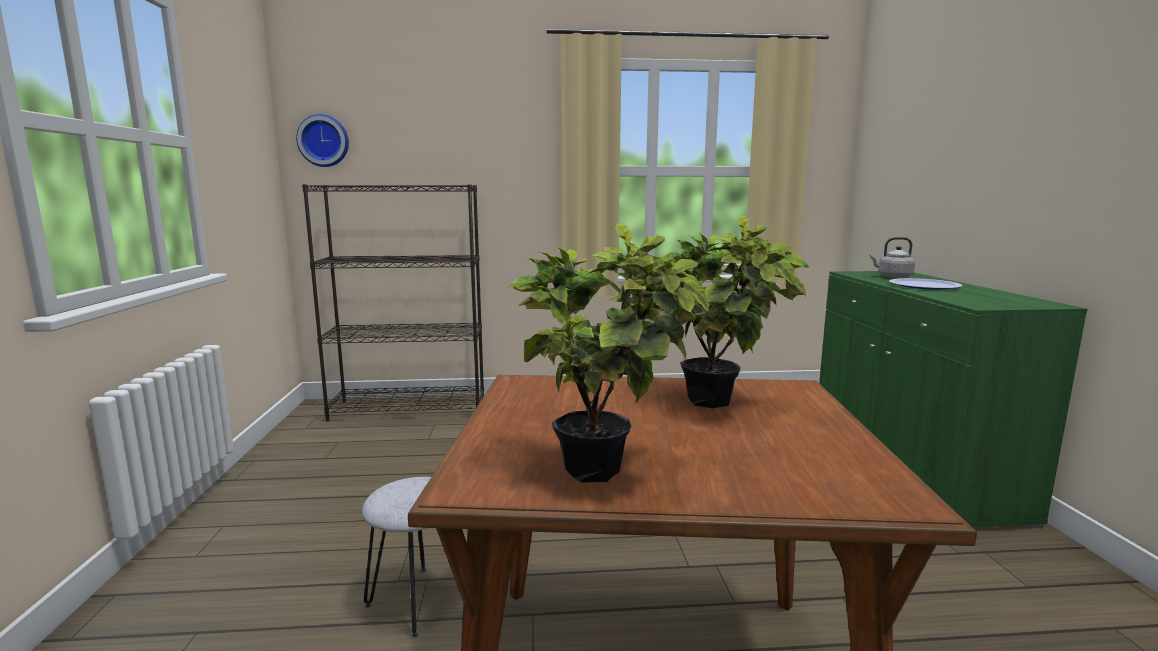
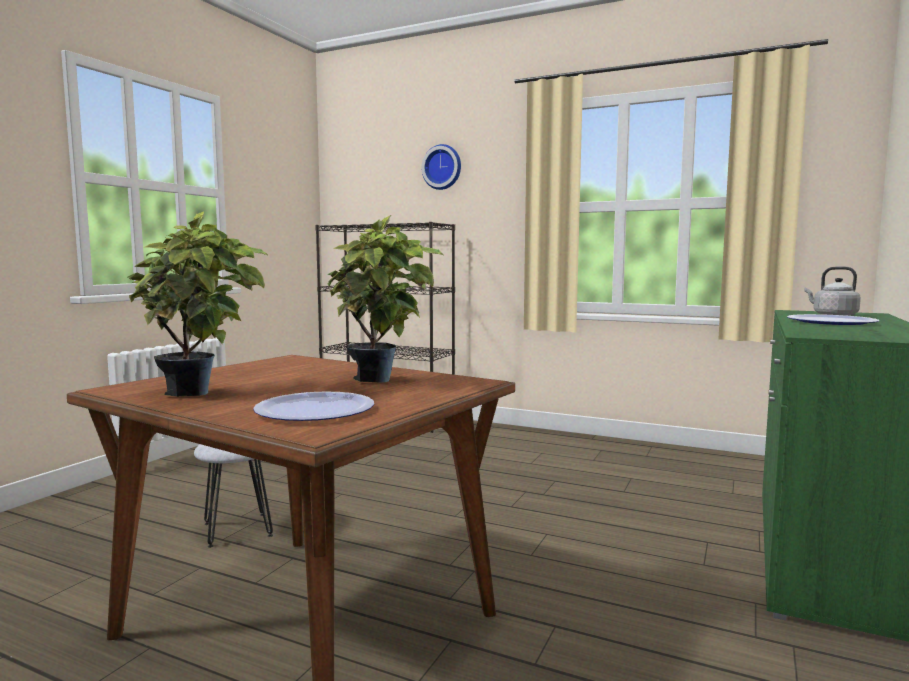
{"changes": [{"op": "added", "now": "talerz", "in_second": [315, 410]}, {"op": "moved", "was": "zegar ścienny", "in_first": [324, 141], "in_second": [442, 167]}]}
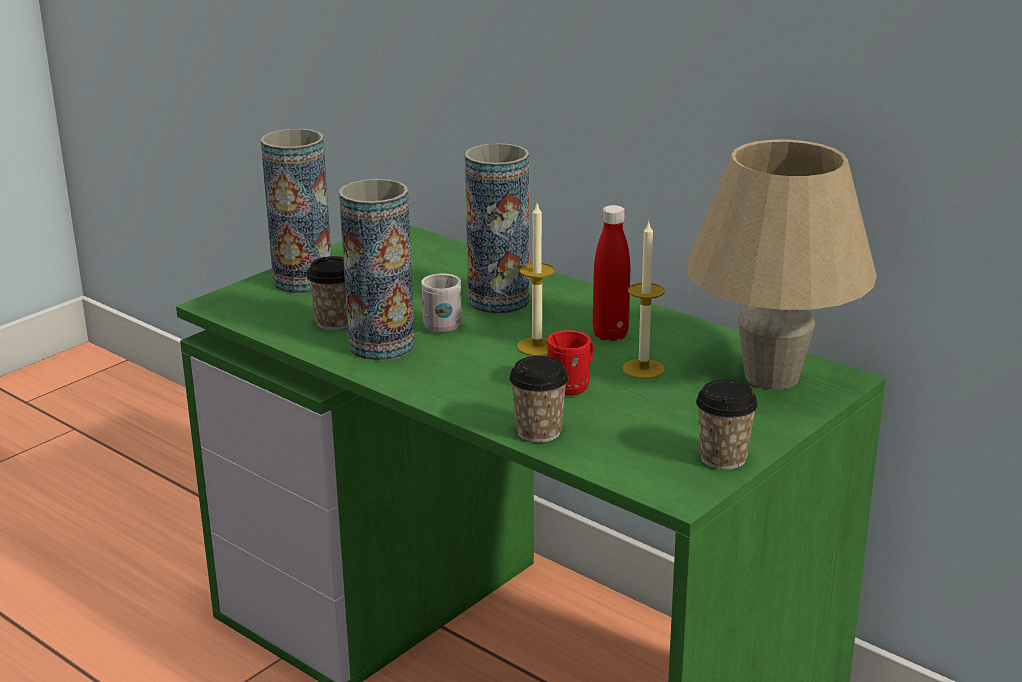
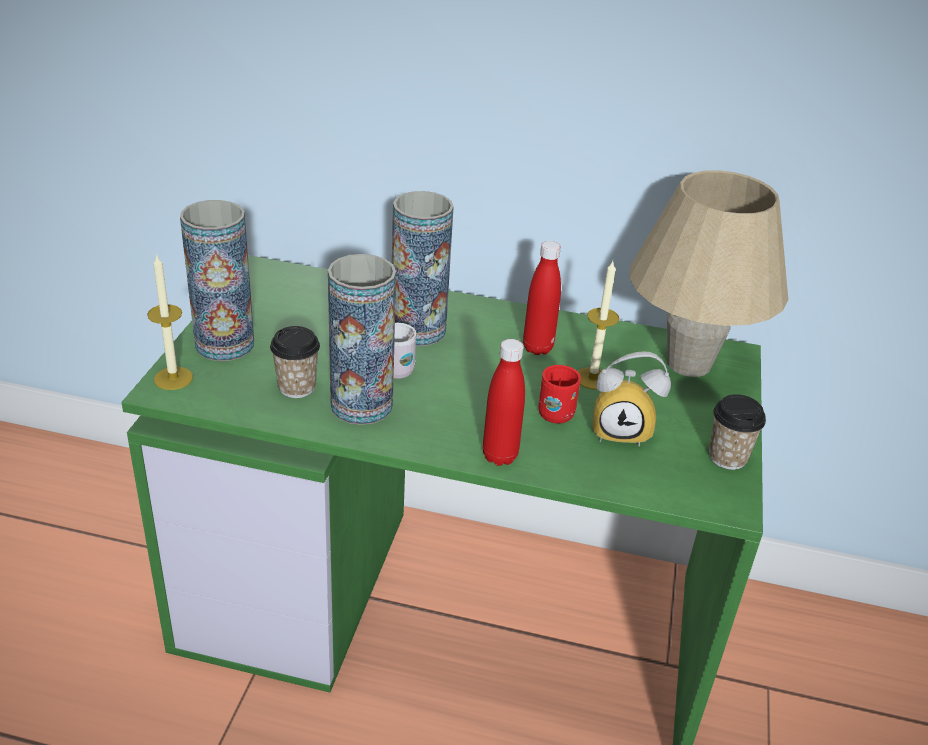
{"changes": [{"op": "removed", "was": "filiżanka", "in_first": [538, 432]}, {"op": "added", "now": "butelka (czerwony)", "in_second": [500, 456]}, {"op": "added", "now": "budzik", "in_second": [622, 430]}, {"op": "moved", "was": "świeca", "in_first": [537, 346], "in_second": [173, 378]}]}
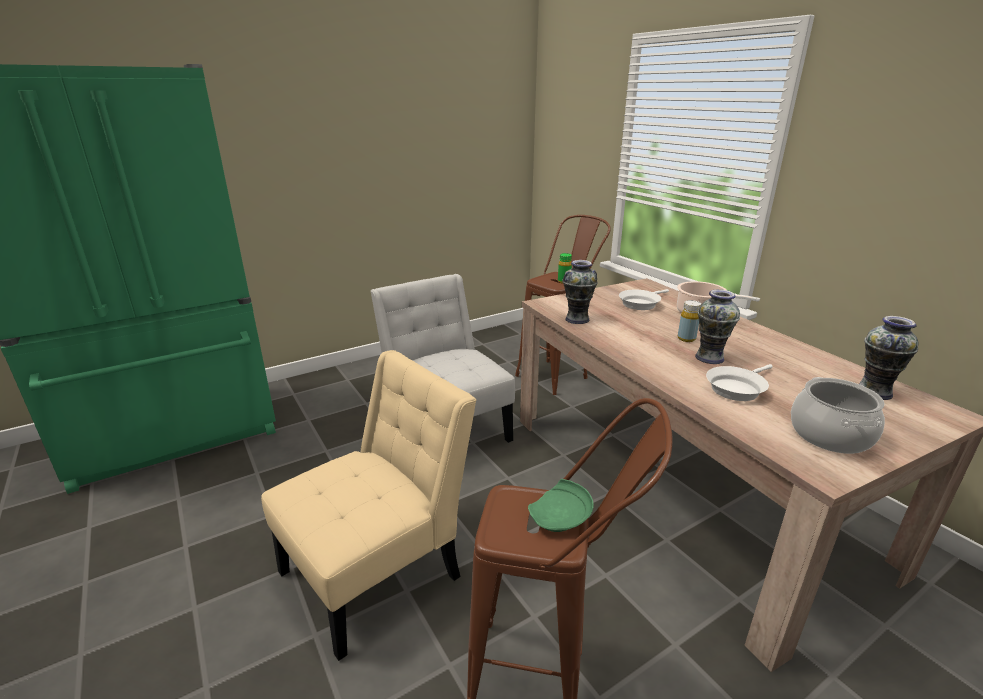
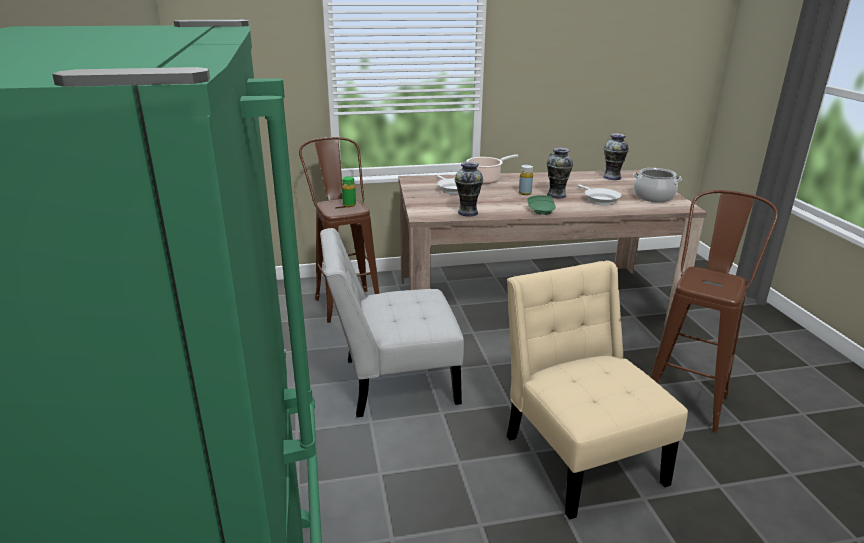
{"changes": [{"op": "moved", "was": "talerz (zielony)", "in_first": [560, 518], "in_second": [542, 211]}]}
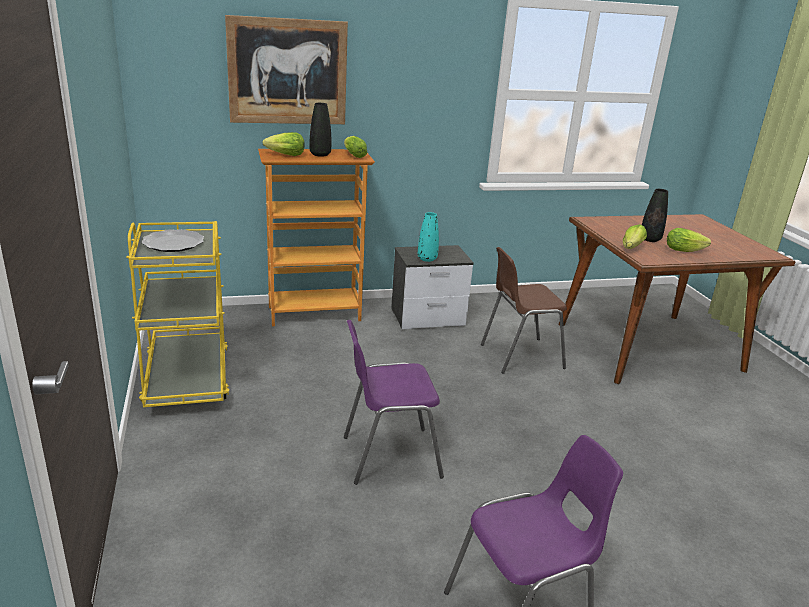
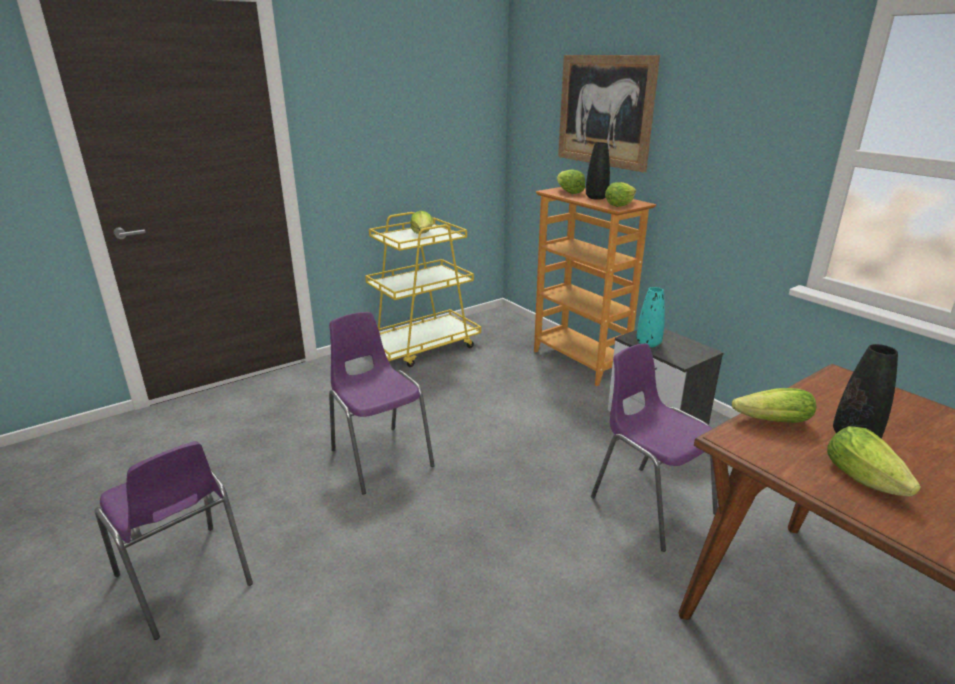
{"changes": [{"op": "replaced", "was": "talerz", "now": "sałata", "in_first": [173, 243], "in_second": [422, 234]}, {"op": "recoloured", "was": "krzesło (brązowy)", "now": "krzesło (fioletowy)", "in_first": [519, 356], "in_second": [649, 504]}]}
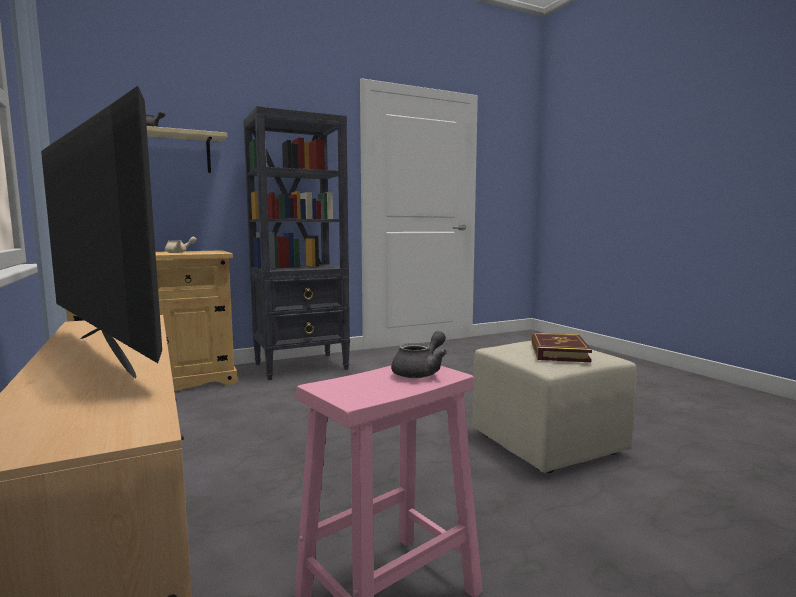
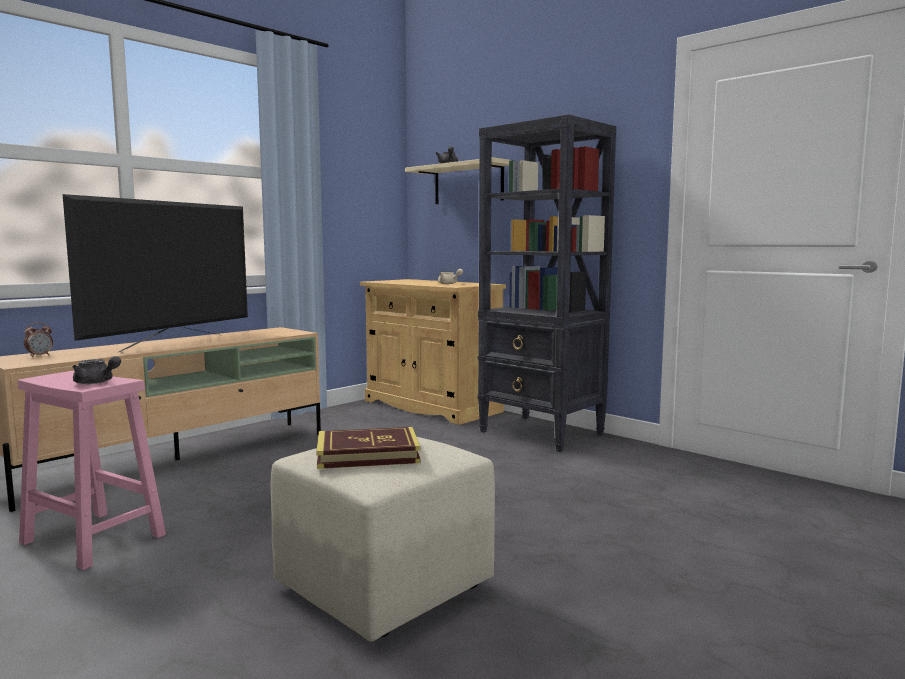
{"changes": [{"op": "added", "now": "budzik", "in_second": [40, 355]}]}
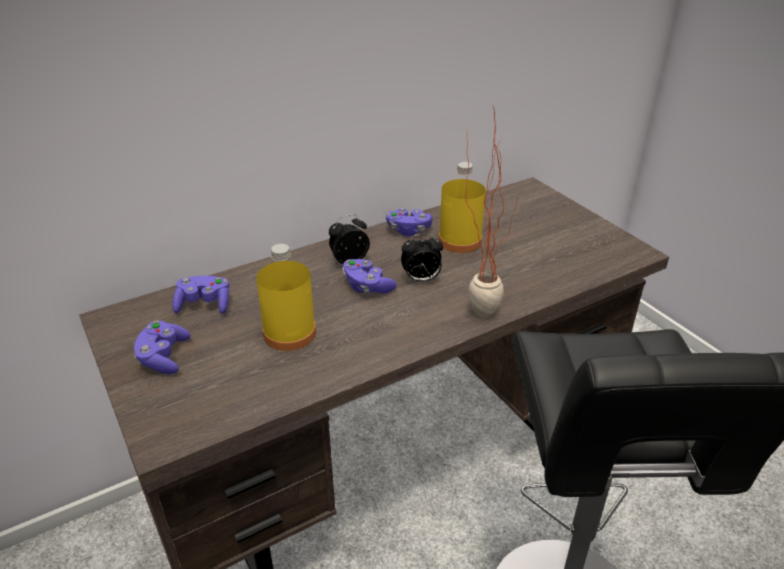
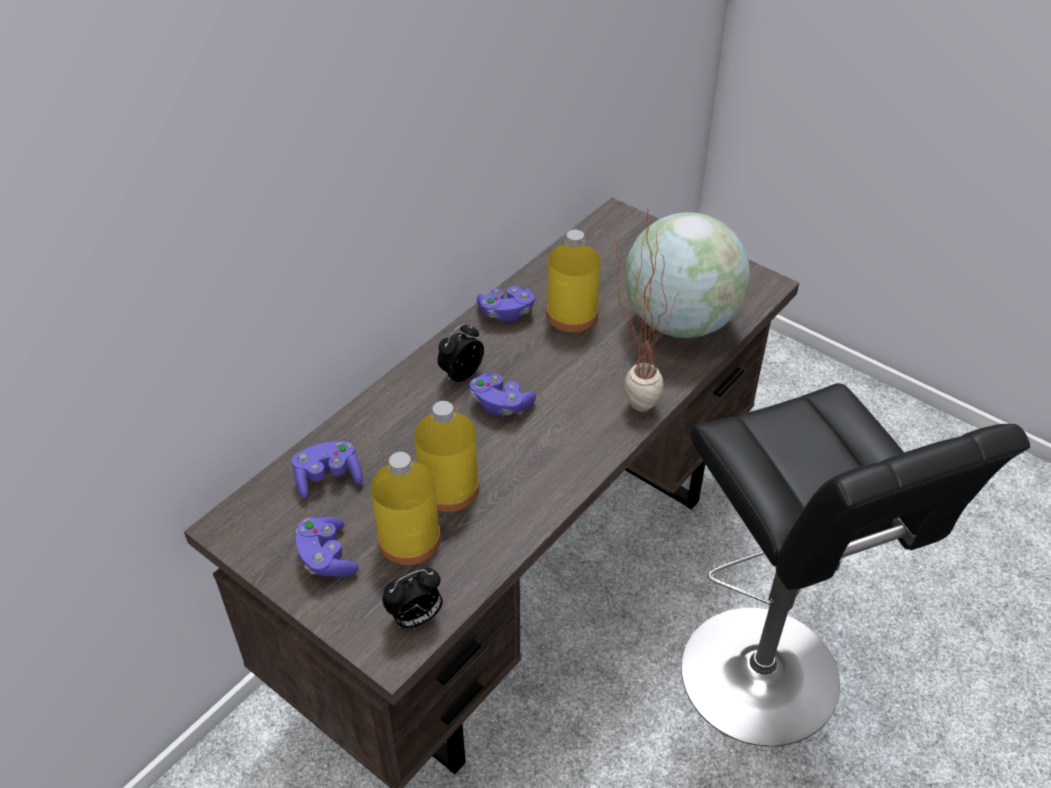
{"changes": [{"op": "added", "now": "butelka (żółty)", "in_second": [409, 539]}, {"op": "added", "now": "globus", "in_second": [681, 322]}, {"op": "moved", "was": "budzik", "in_first": [421, 280], "in_second": [415, 618]}]}
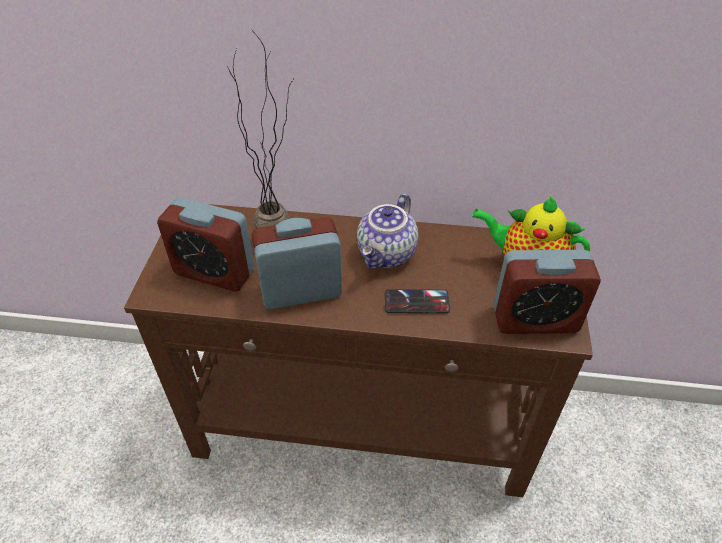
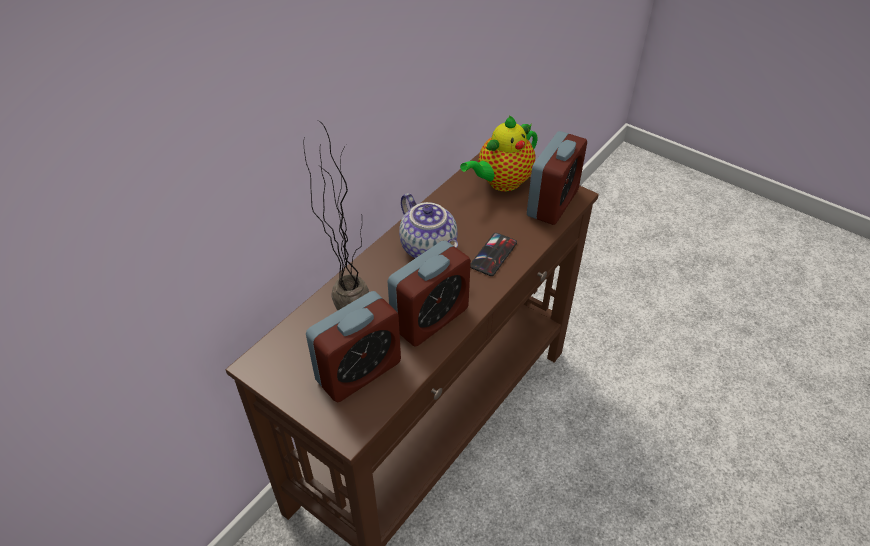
{"changes": [{"op": "turned", "was": "budzik", "in_first": [301, 291], "in_second": [430, 318], "clockwise": -150}]}
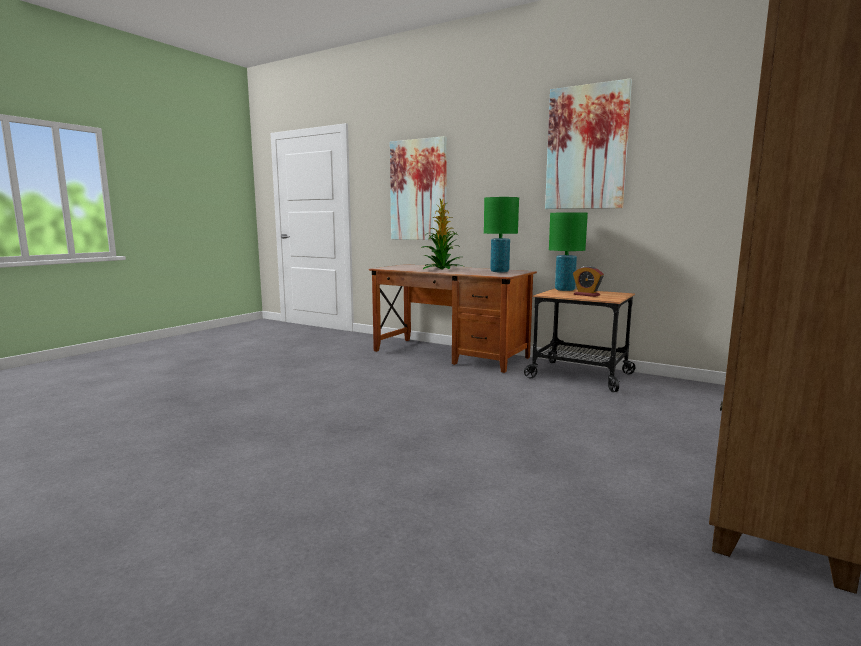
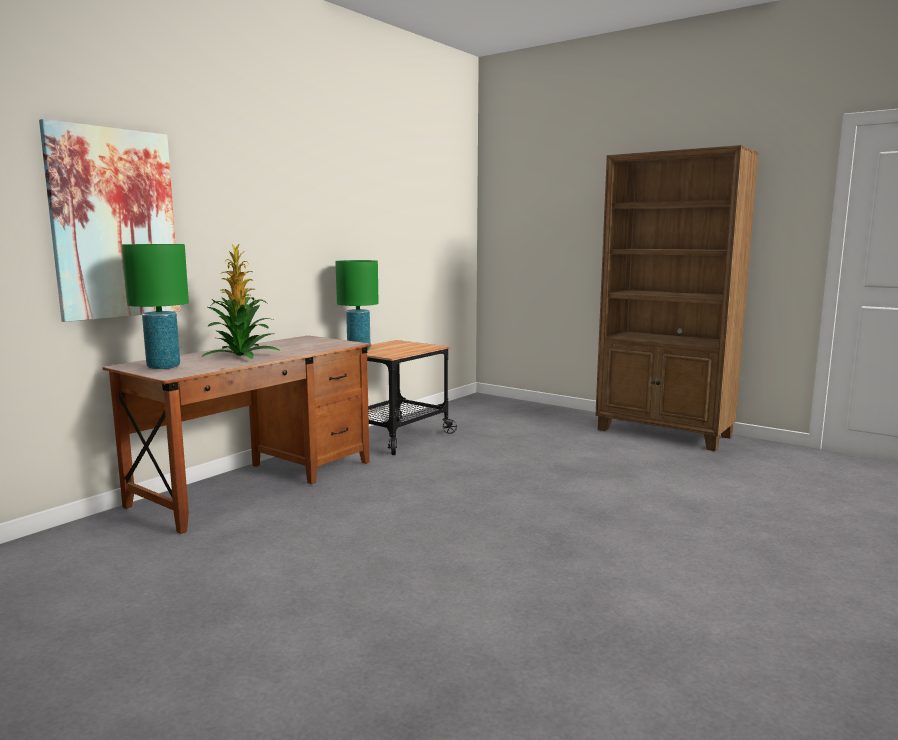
{"changes": [{"op": "removed", "was": "obraz", "in_first": [586, 148]}, {"op": "removed", "was": "budzik", "in_first": [586, 295]}, {"op": "moved", "was": "lampa stołowa (zielony)", "in_first": [499, 271], "in_second": [163, 367]}]}
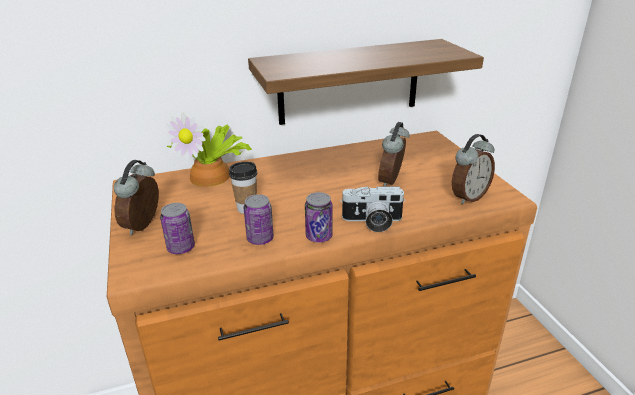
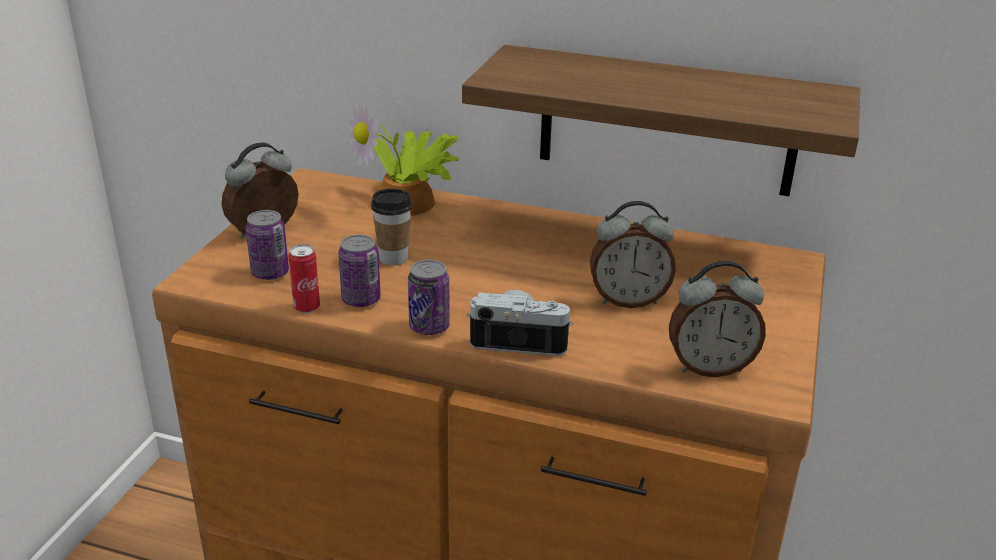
{"changes": [{"op": "added", "now": "puszka", "in_second": [307, 307]}, {"op": "turned", "was": "aparat fotograficzny", "in_first": [372, 222], "in_second": [519, 339], "clockwise": 150}, {"op": "turned", "was": "budzik", "in_first": [392, 181], "in_second": [628, 300], "clockwise": -150}]}
